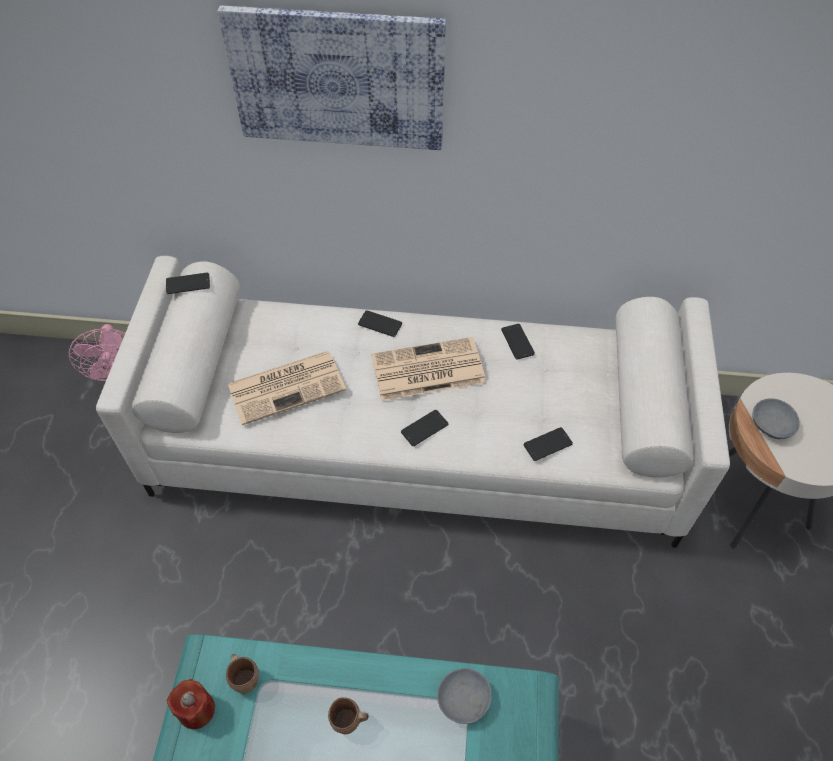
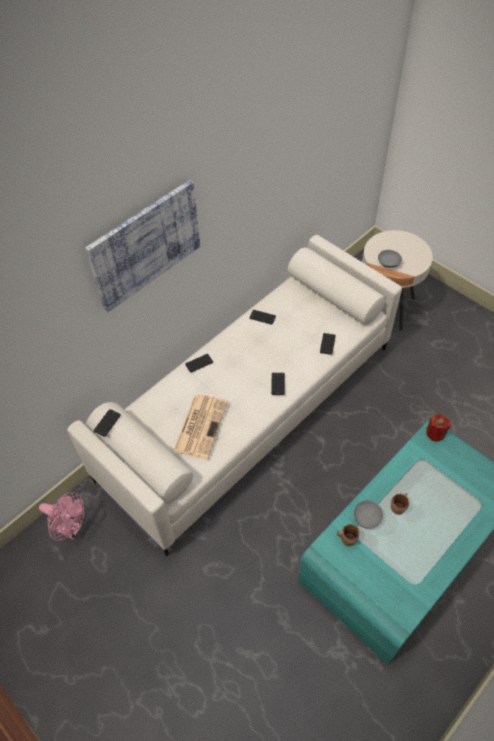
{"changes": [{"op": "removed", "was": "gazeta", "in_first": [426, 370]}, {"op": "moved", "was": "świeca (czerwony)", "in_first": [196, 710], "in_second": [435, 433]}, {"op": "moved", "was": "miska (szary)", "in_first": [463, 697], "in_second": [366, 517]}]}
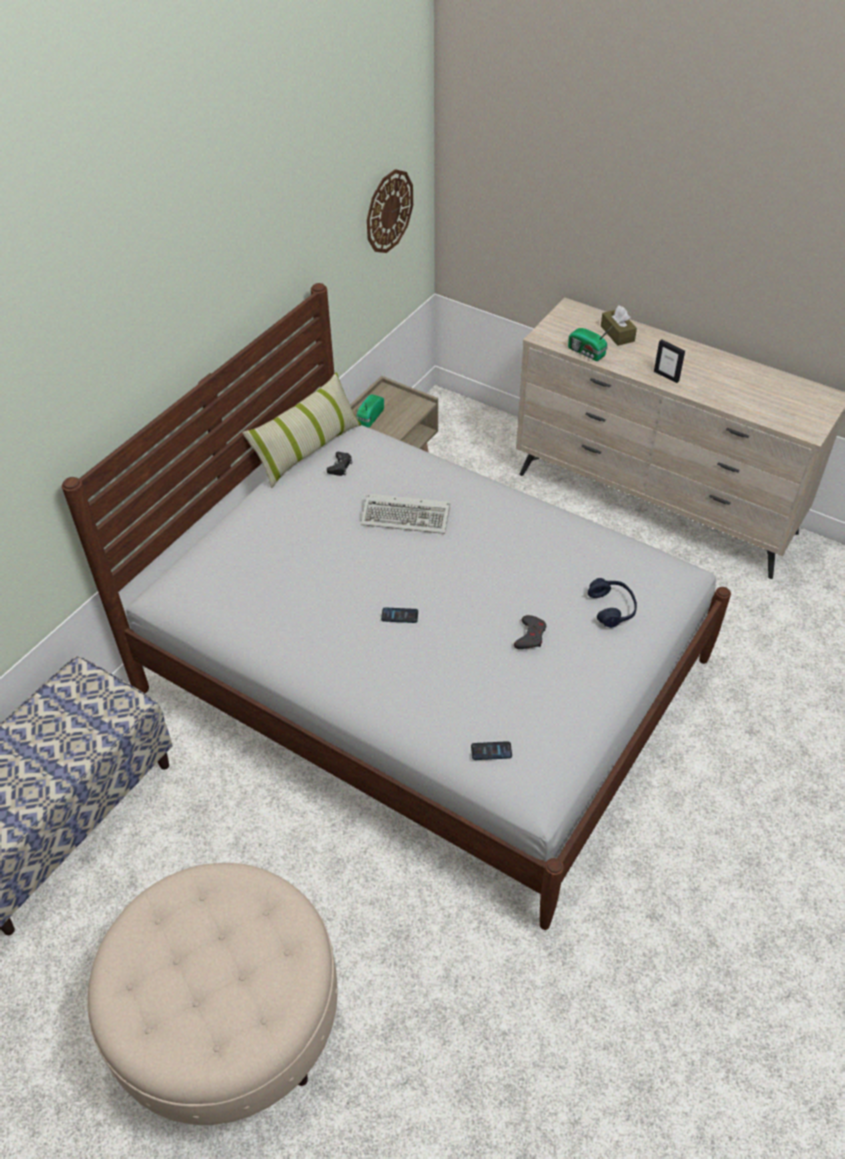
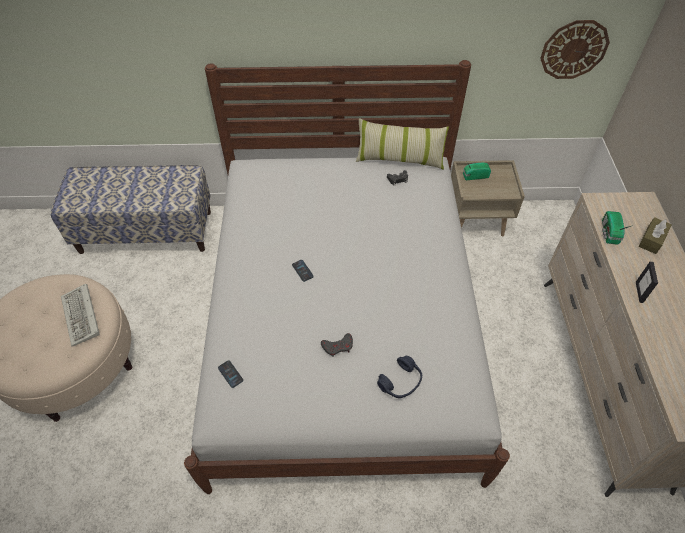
{"changes": [{"op": "moved", "was": "klawiatura", "in_first": [408, 516], "in_second": [82, 317]}]}
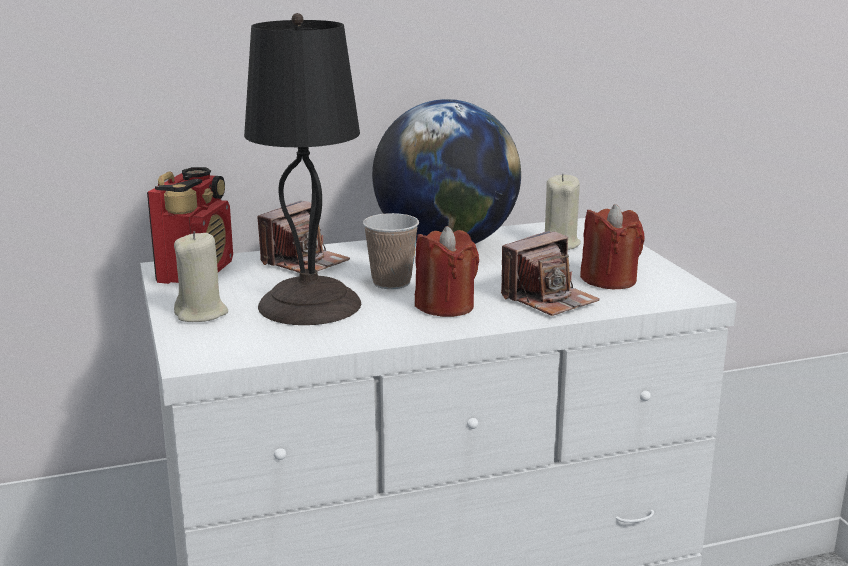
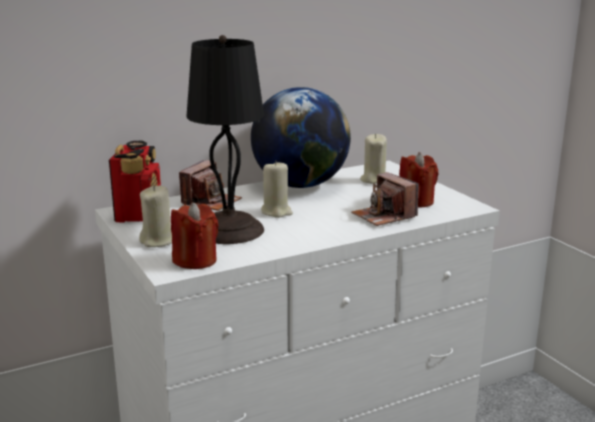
{"changes": [{"op": "moved", "was": "świeca (czerwony)", "in_first": [445, 306], "in_second": [195, 260]}, {"op": "replaced", "was": "filiżanka", "now": "świeca (beżowy)", "in_first": [391, 282], "in_second": [276, 212]}, {"op": "turned", "was": "aparat fotograficzny", "in_first": [549, 299], "in_second": [384, 216], "clockwise": 105}]}
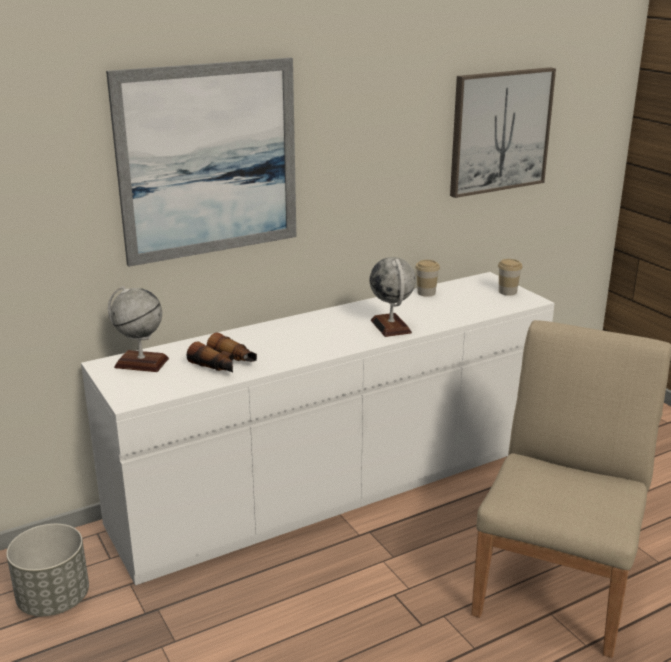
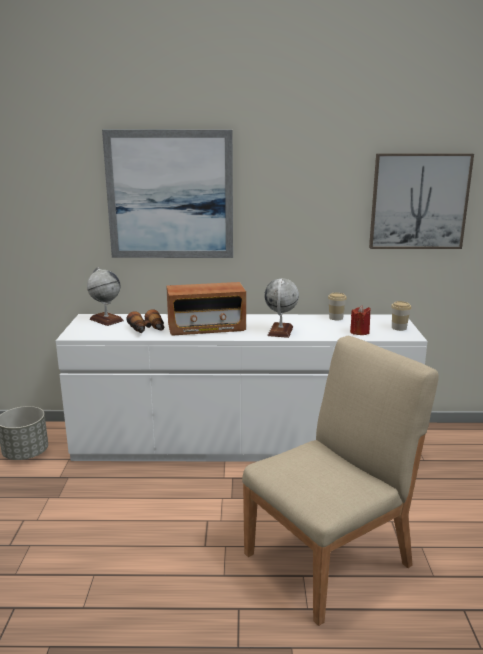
{"changes": [{"op": "added", "now": "radio", "in_second": [206, 328]}, {"op": "added", "now": "świeca (czerwony)", "in_second": [359, 332]}]}
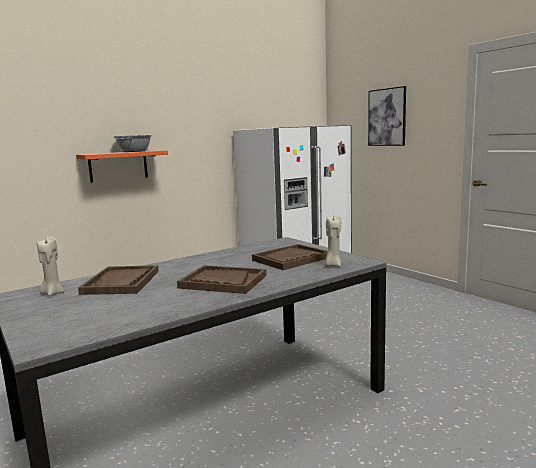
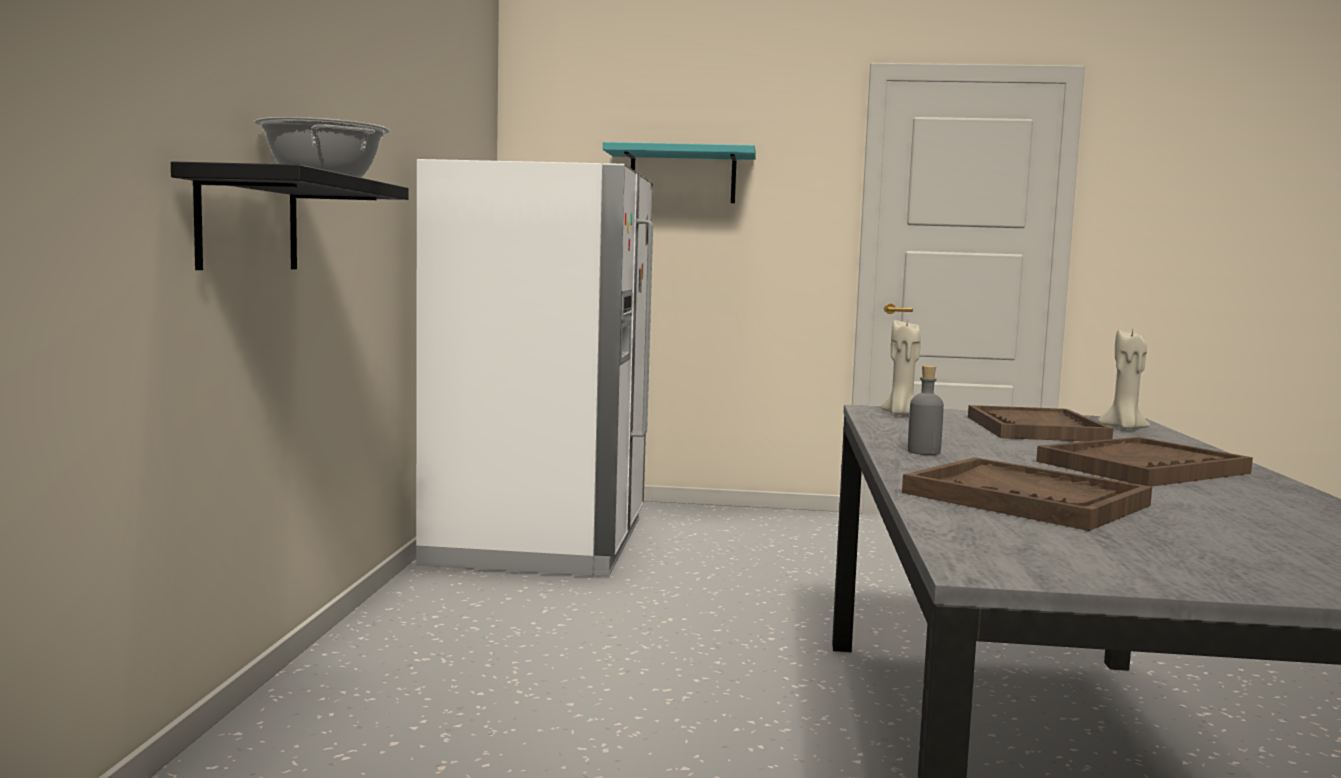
{"changes": [{"op": "added", "now": "butelka (szary)", "in_second": [923, 452]}, {"op": "moved", "was": "świeca (beżowy)", "in_first": [52, 293], "in_second": [900, 414]}, {"op": "replaced", "was": "obraz", "now": "półka (turkusowy)", "in_first": [387, 117], "in_second": [683, 176]}, {"op": "recoloured", "was": "półka (pomarańczowy)", "now": "półka (czarny)", "in_first": [118, 166], "in_second": [248, 222]}]}
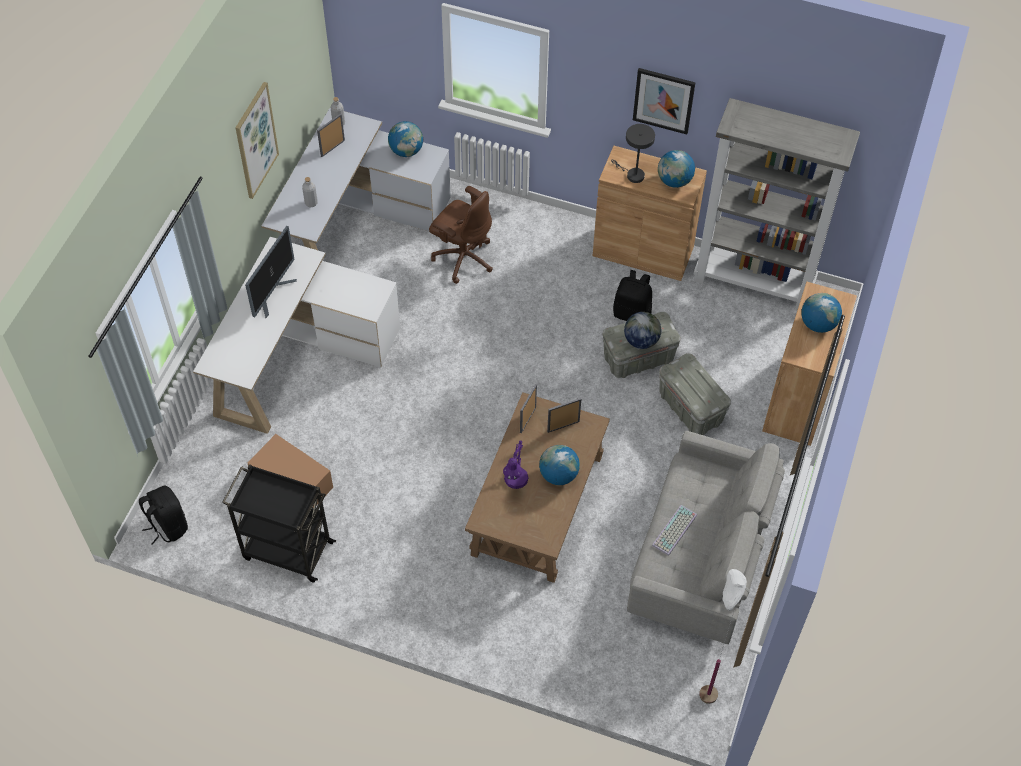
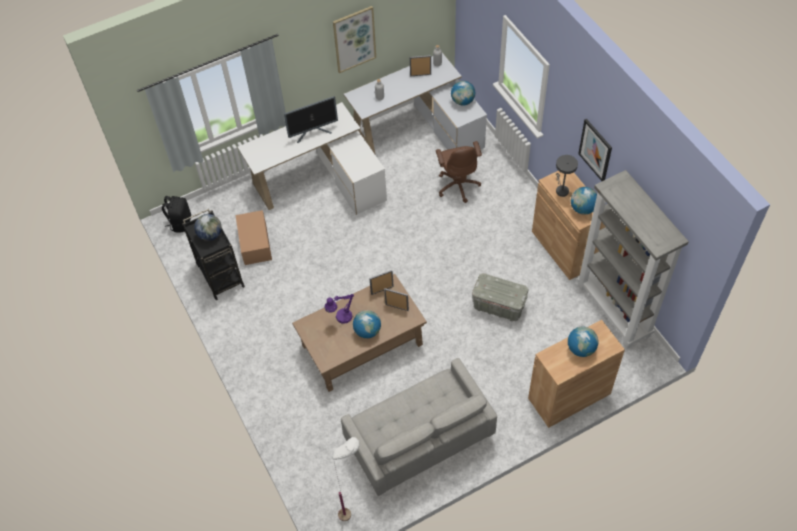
{"changes": [{"op": "removed", "was": "plecak (czarny)", "in_first": [632, 313]}, {"op": "removed", "was": "klawiatura", "in_first": [675, 531]}, {"op": "removed", "was": "pojemnik do przechowywania (szary)", "in_first": [691, 408]}, {"op": "moved", "was": "globus", "in_first": [641, 340], "in_second": [210, 235]}]}
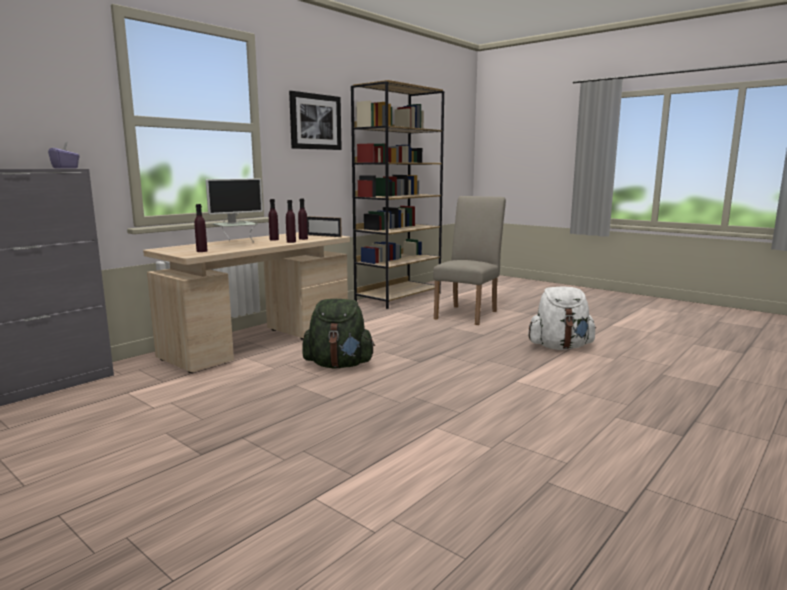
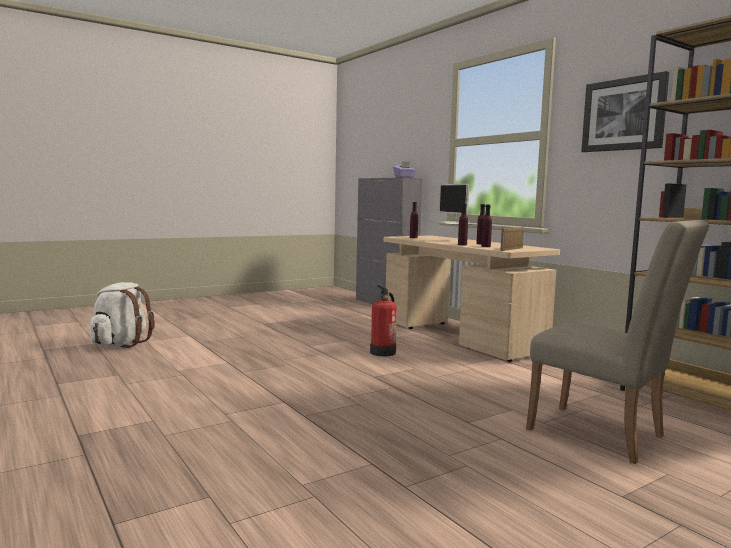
{"changes": [{"op": "moved", "was": "plecak (biały)", "in_first": [560, 347], "in_second": [121, 344]}, {"op": "replaced", "was": "plecak (zielony)", "now": "gaśnica", "in_first": [339, 365], "in_second": [383, 352]}]}
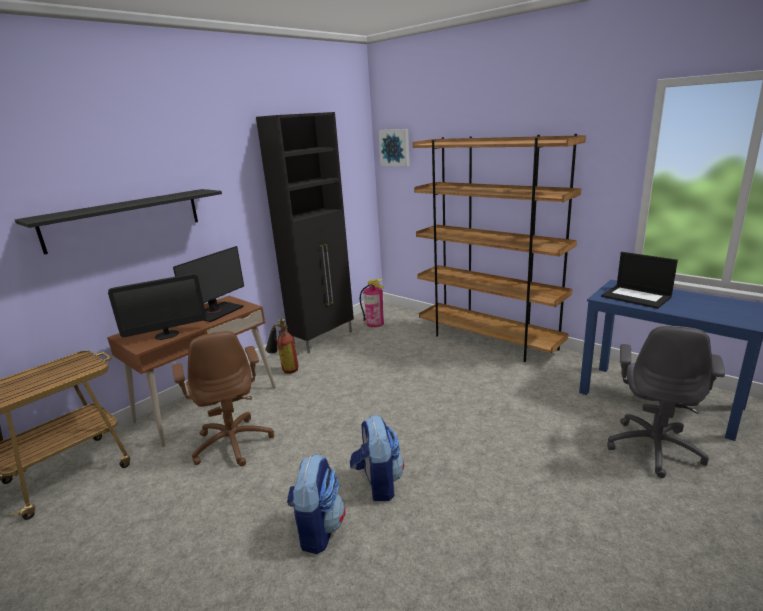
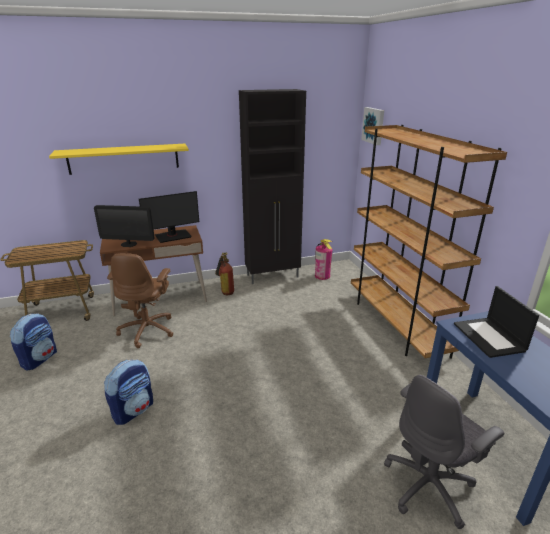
{"changes": [{"op": "moved", "was": "plecak", "in_first": [378, 483], "in_second": [39, 359]}, {"op": "recoloured", "was": "półka (czarny)", "now": "półka (żółty)", "in_first": [124, 219], "in_second": [124, 158]}]}
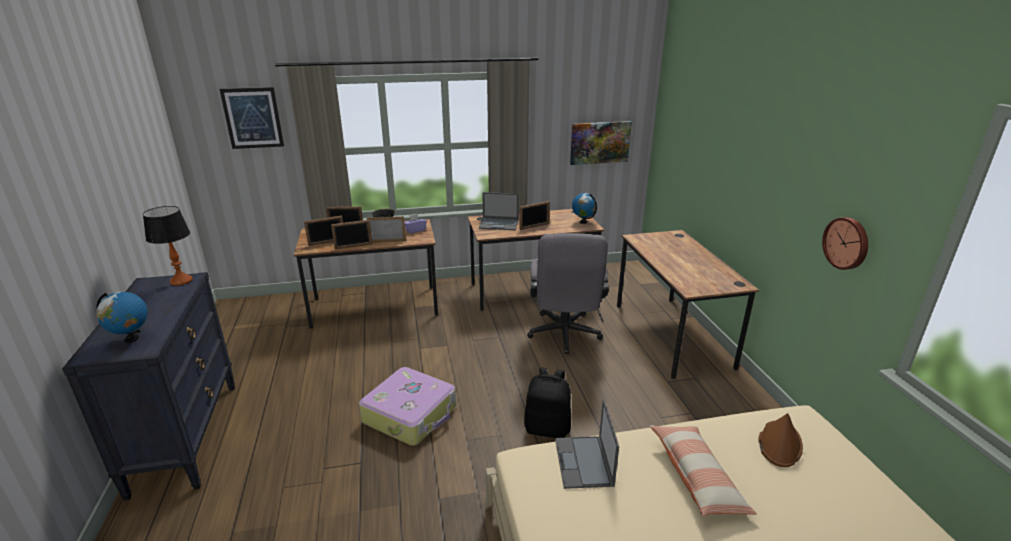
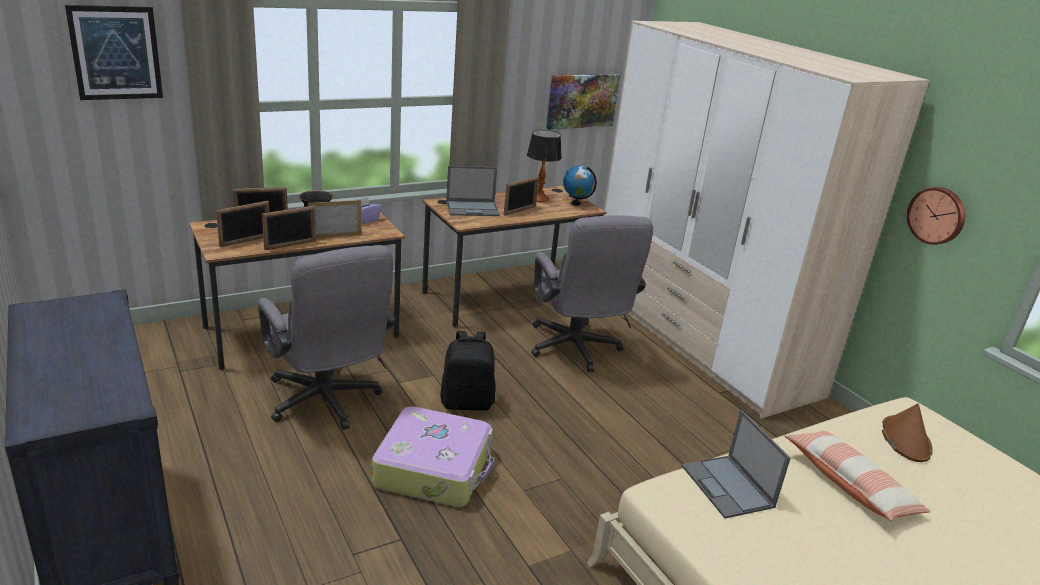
{"changes": [{"op": "removed", "was": "globus", "in_first": [131, 339]}, {"op": "added", "now": "krzesło biurowe (szary)", "in_second": [327, 404]}, {"op": "moved", "was": "lampa stołowa", "in_first": [181, 280], "in_second": [539, 199]}, {"op": "moved", "was": "plecak (czarny)", "in_first": [547, 428], "in_second": [467, 402]}, {"op": "replaced", "was": "biurko (brązowy)", "now": "szafa", "in_first": [671, 335], "in_second": [697, 339]}]}
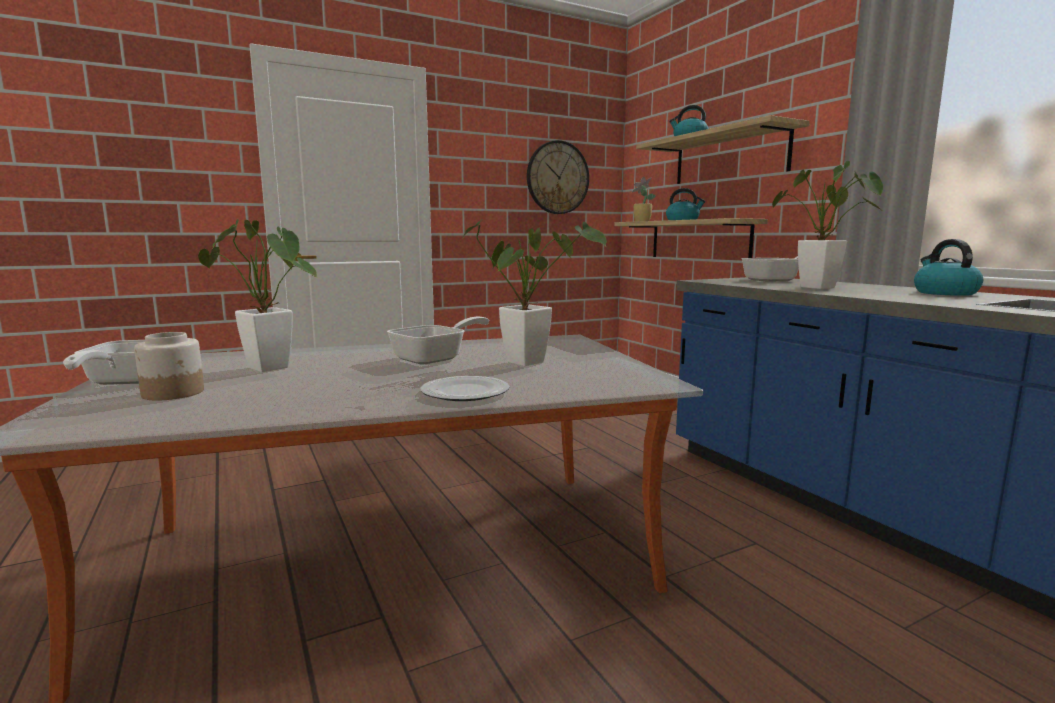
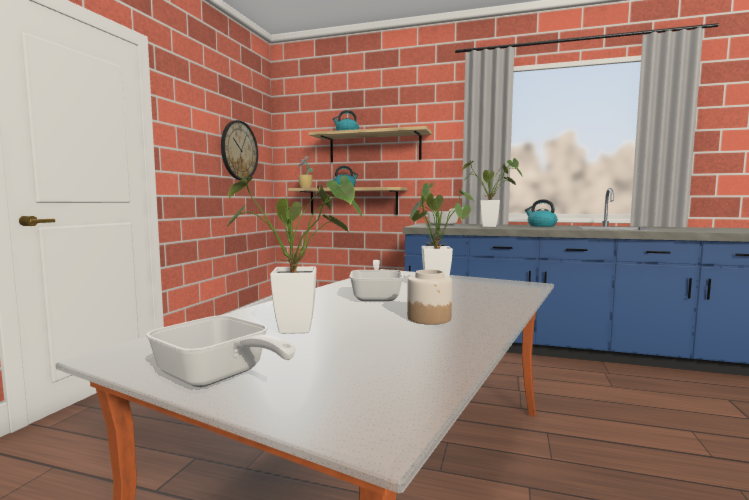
{"changes": [{"op": "removed", "was": "talerz", "in_first": [465, 392]}, {"op": "moved", "was": "słoik", "in_first": [174, 393], "in_second": [429, 318]}]}
